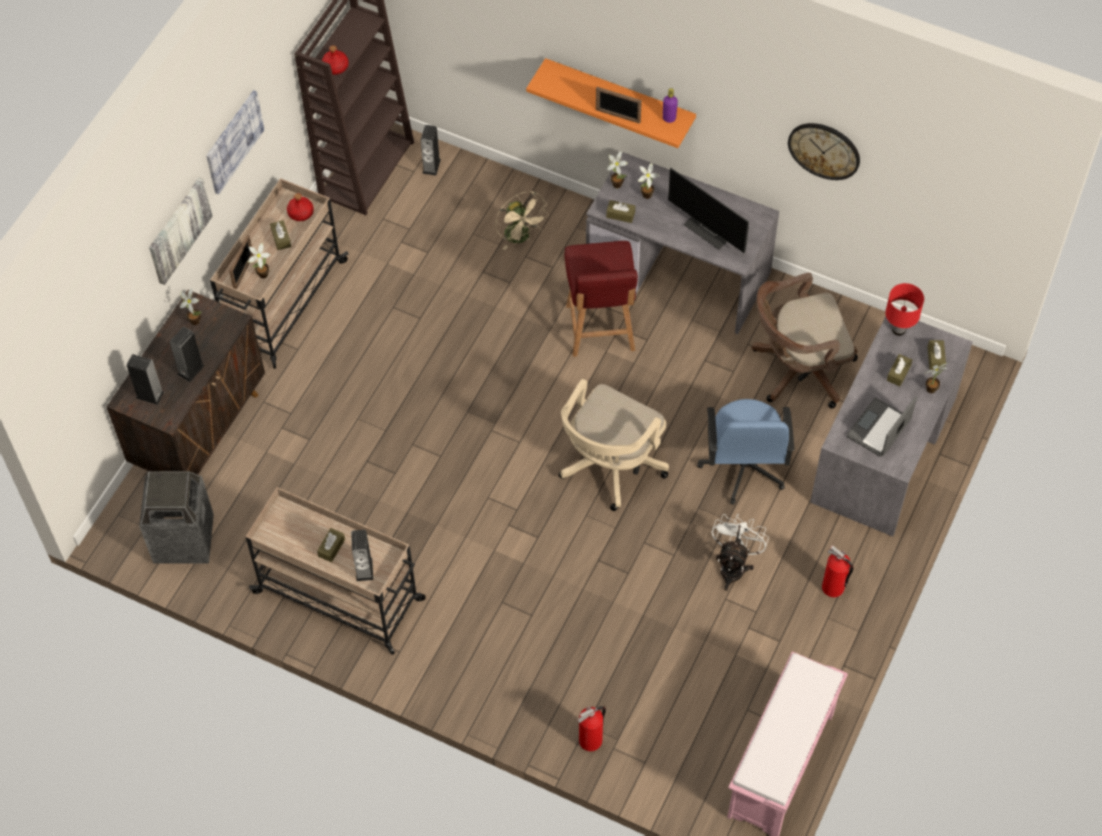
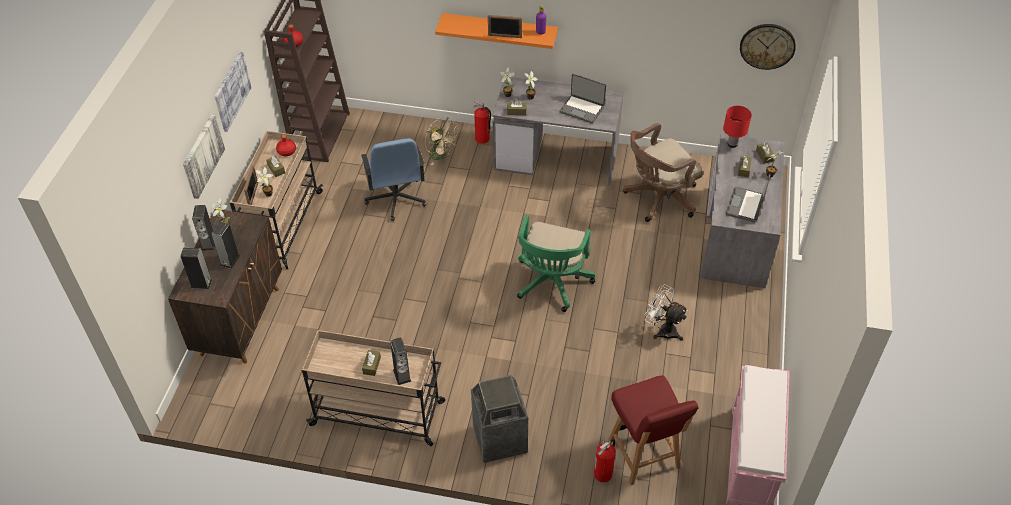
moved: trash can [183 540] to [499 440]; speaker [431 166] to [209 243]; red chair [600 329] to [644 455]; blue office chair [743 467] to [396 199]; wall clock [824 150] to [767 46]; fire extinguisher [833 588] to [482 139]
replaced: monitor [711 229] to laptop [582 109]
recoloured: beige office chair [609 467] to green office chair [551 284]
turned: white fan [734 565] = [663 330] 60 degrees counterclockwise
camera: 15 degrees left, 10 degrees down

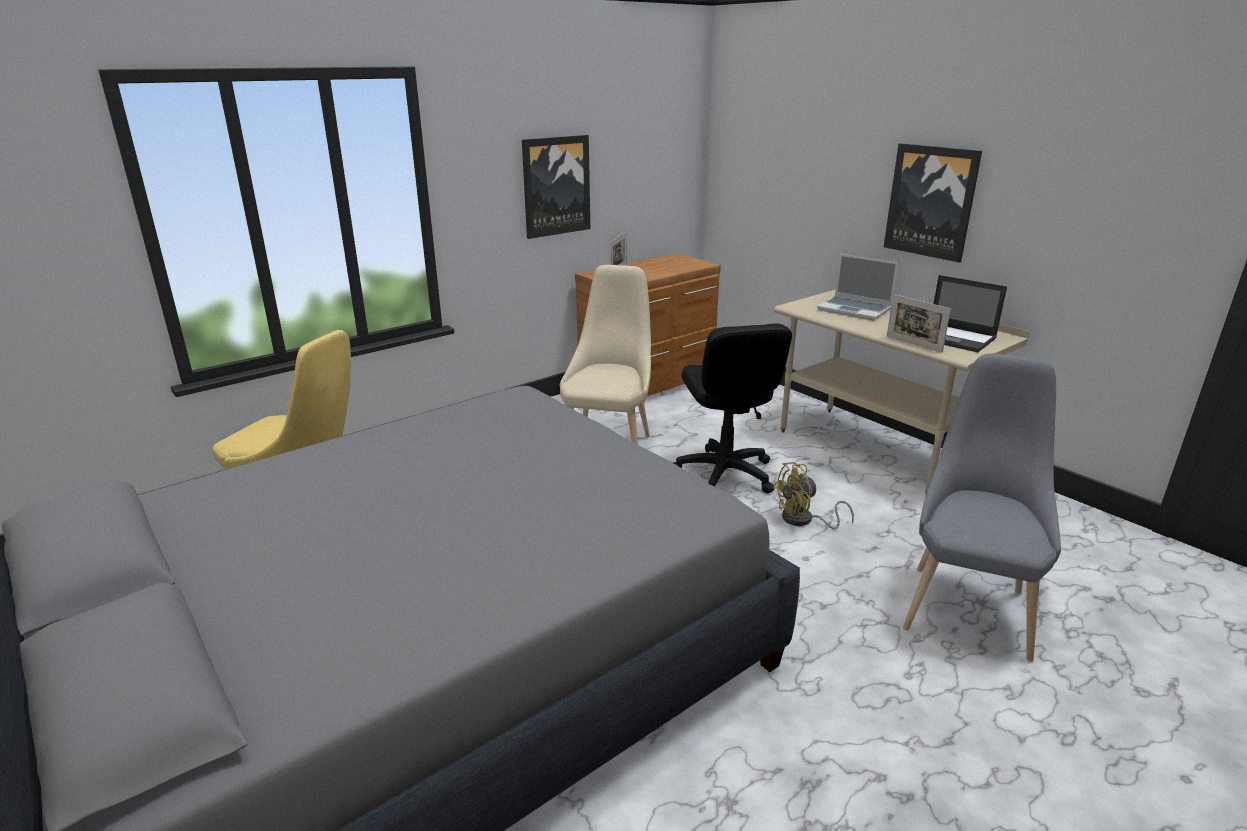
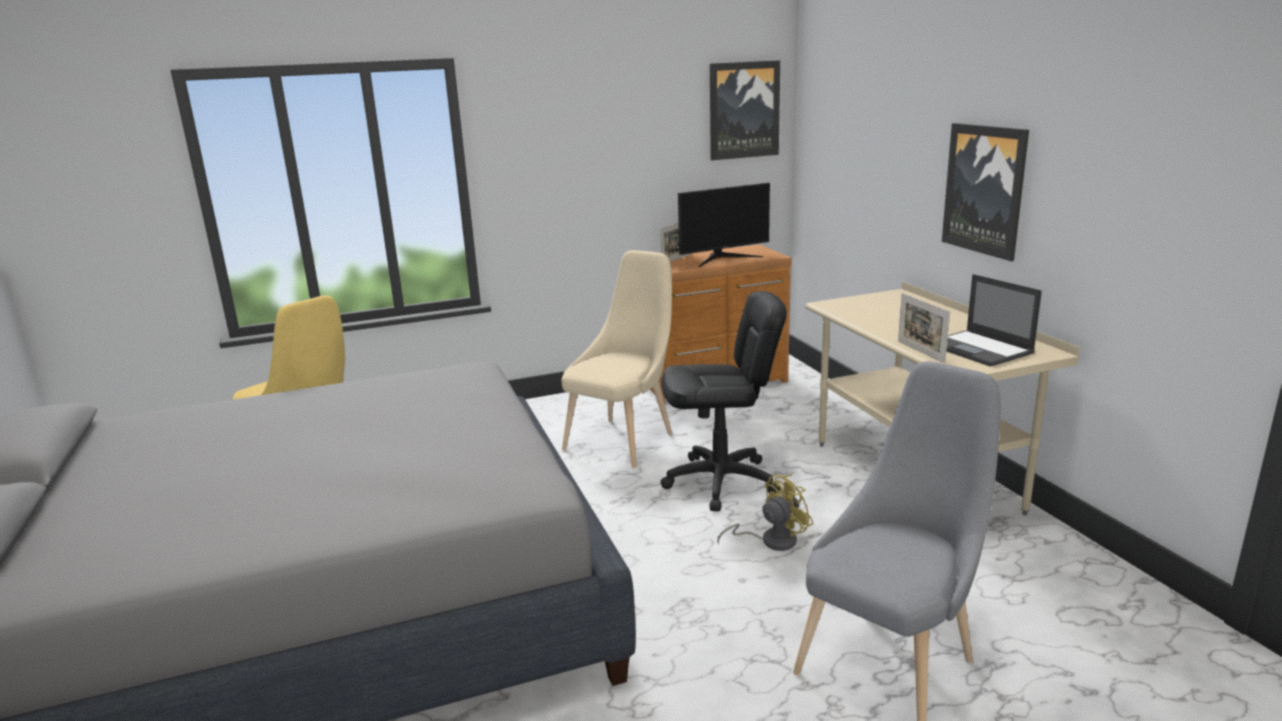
removed: laptop [855 310]
added: monitor [723 258]
moved: picture [556 186] to [744 110]
turned: black office chair [724 474] = [721 482] 105 degrees counterclockwise; yellow fan [803 520] = [771 541] 150 degrees clockwise
camera: 20 degrees right, 5 degrees down

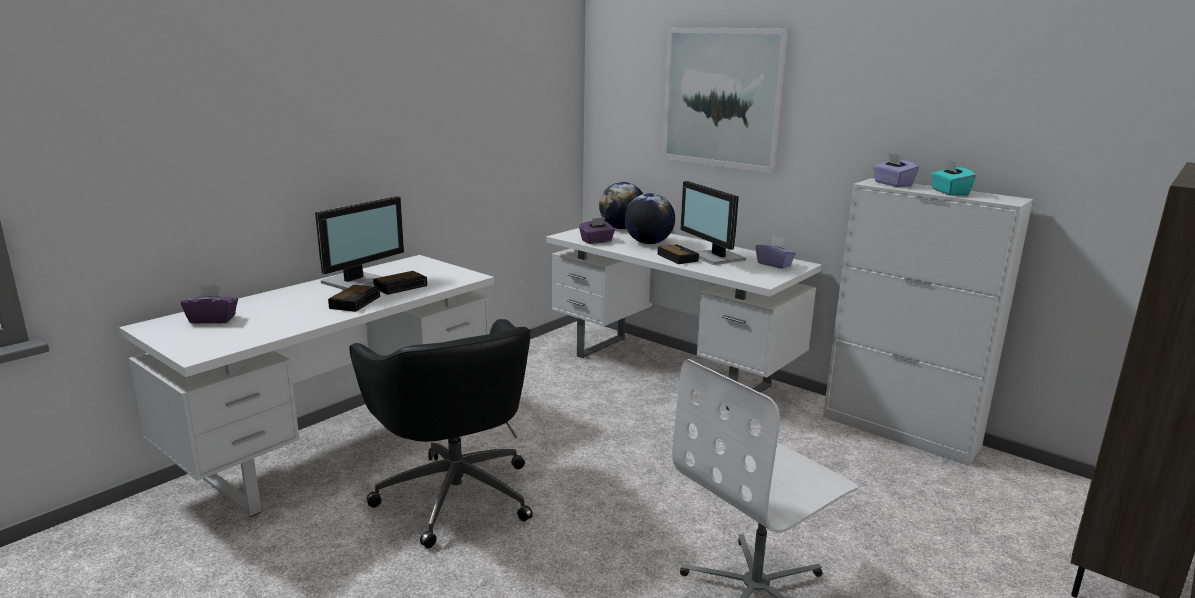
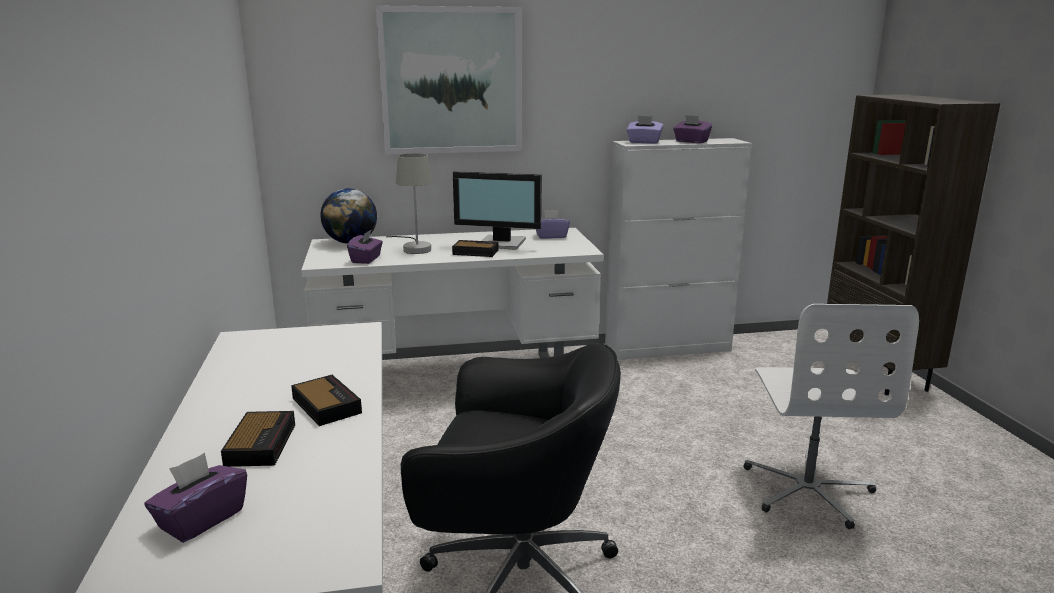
removed: monitor [356 282]
moved: alarm clock [401 286] to [261 443]
replaced: globe [648 243] to grey table lamp [415 248]
recoloured: turquoise tissue box [949 192] to purple tissue box [691 141]
camera: 50 degrees left, 0 degrees up

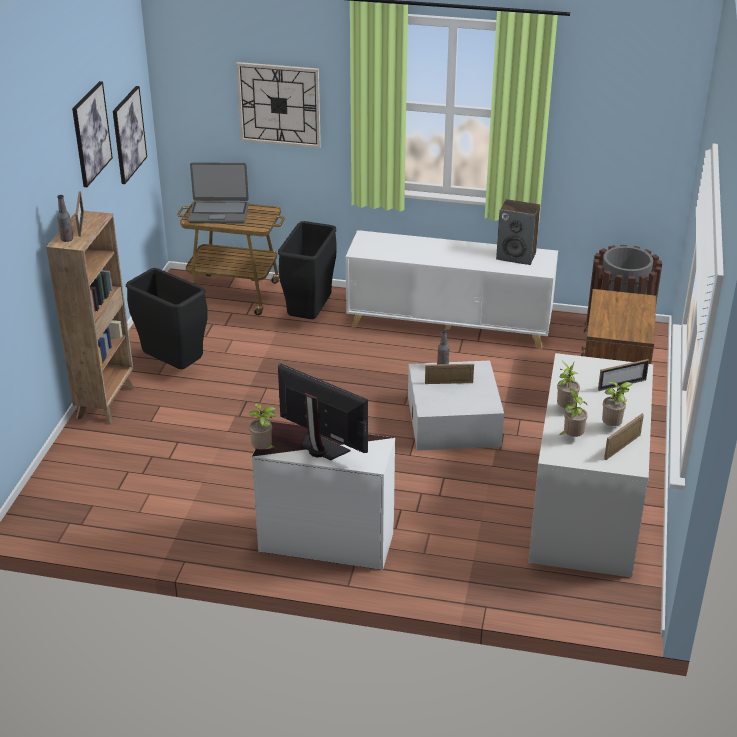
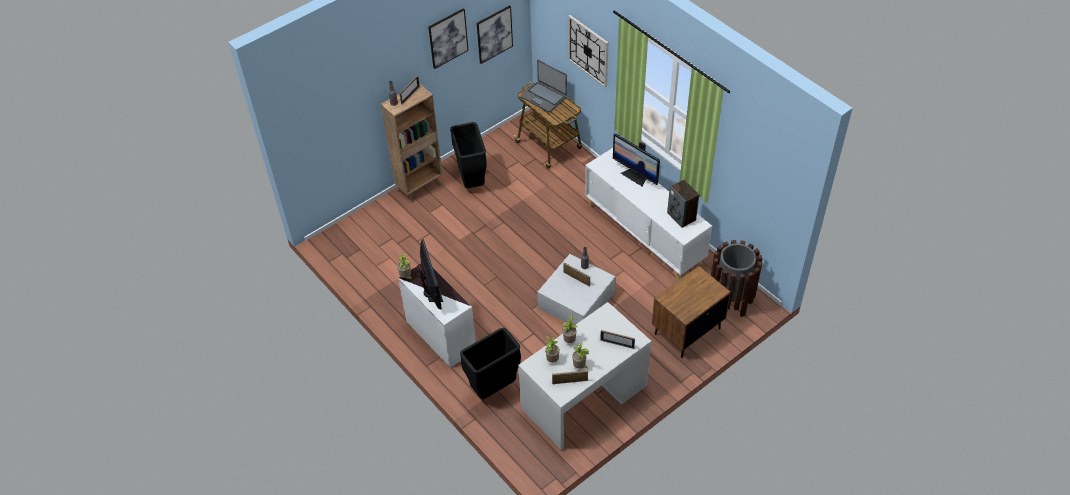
added: monitor [635 176]
moved: black trash can [310 316] to [494 389]
camera: 40 degrees right, 15 degrees up

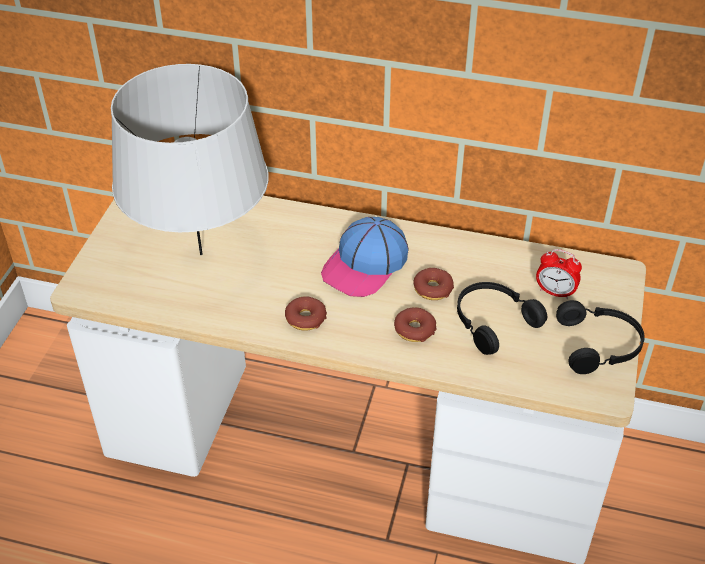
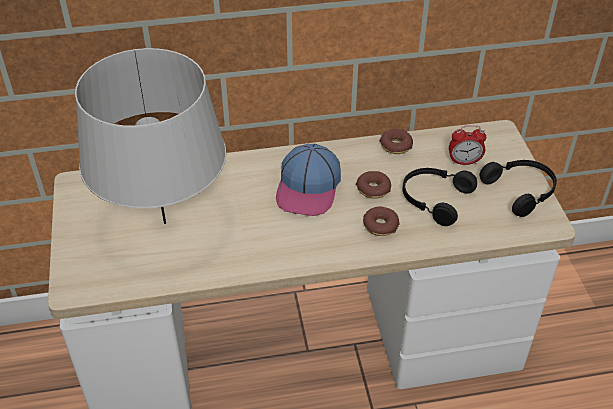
moved: donut [305 318] to [396 146]
camera: 25 degrees left, 0 degrees up

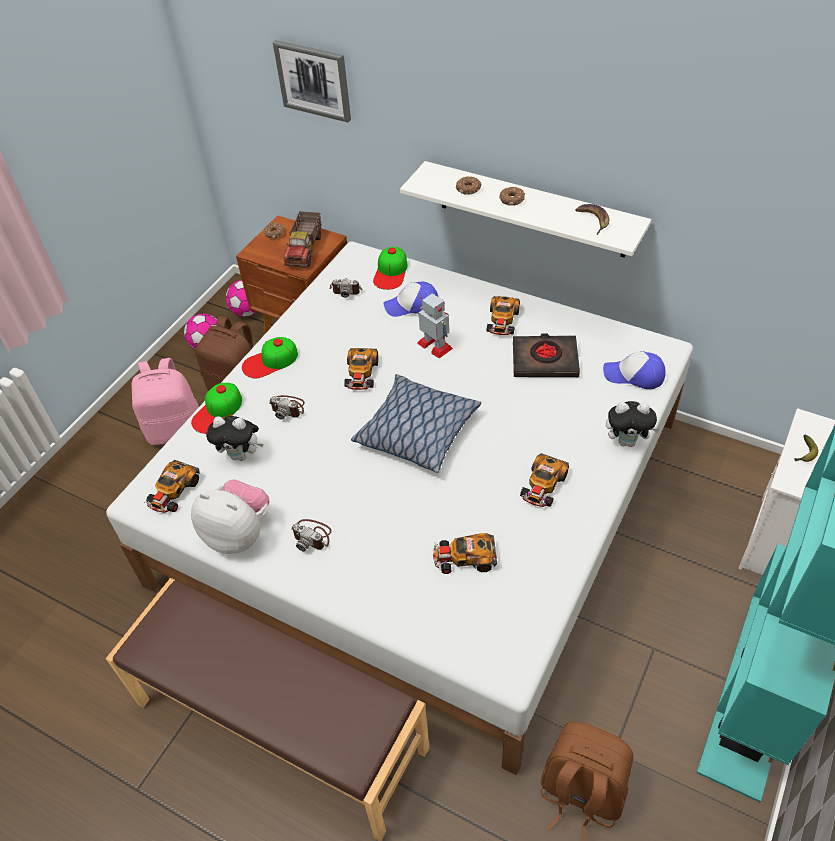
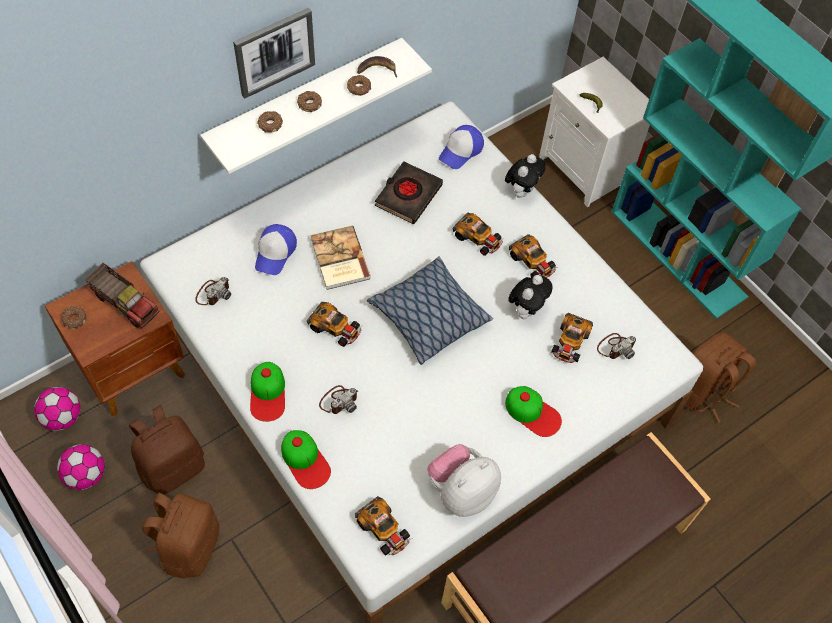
added: donut [359 88]
moved: plush toy [241 455] to [526 309]; picture [314 80] to [274 52]; photo camera [312 536] to [615 347]; cap [391 272] to [533 412]; toy car [502 321] to [478 238]
replaced: toy robot [435 346] to book [339 259]
recoloured: pink backpack [175 429] to brown backpack [189 546]
camera: 70 degrees left, 10 degrees up

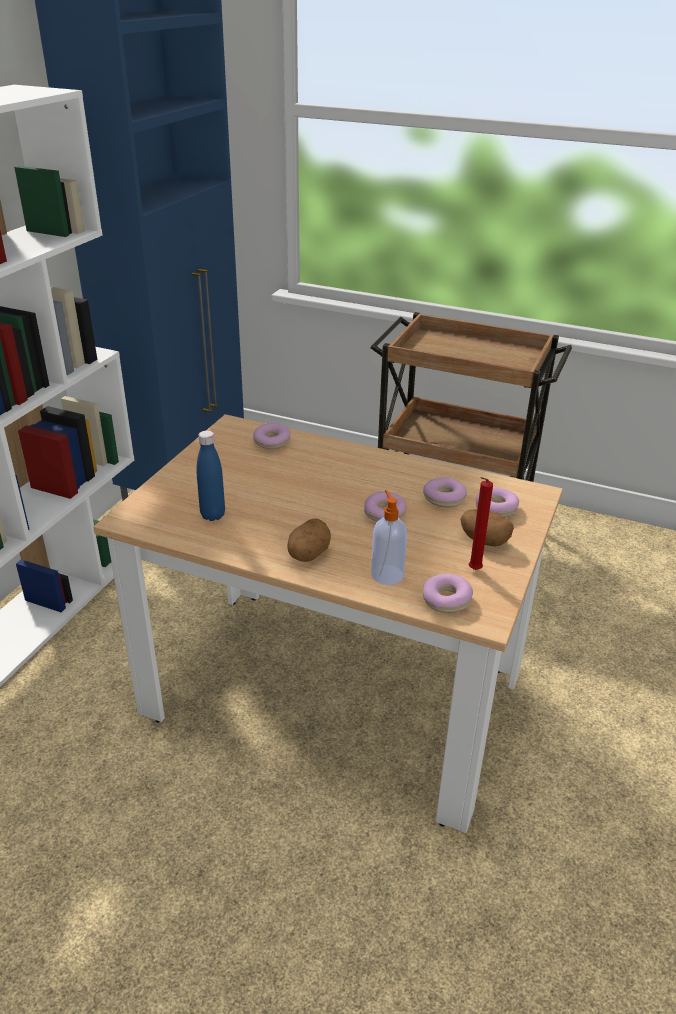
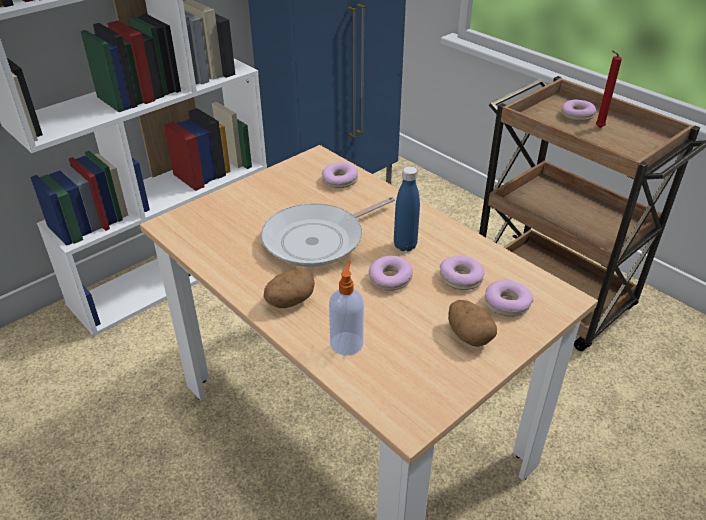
added: frying pan [318 240]
moved: blue bottle [213 515] to [405 245]; donut [446 600] to [577 115]; red candle [473 570] to [598 128]
camera: 25 degrees right, 5 degrees up

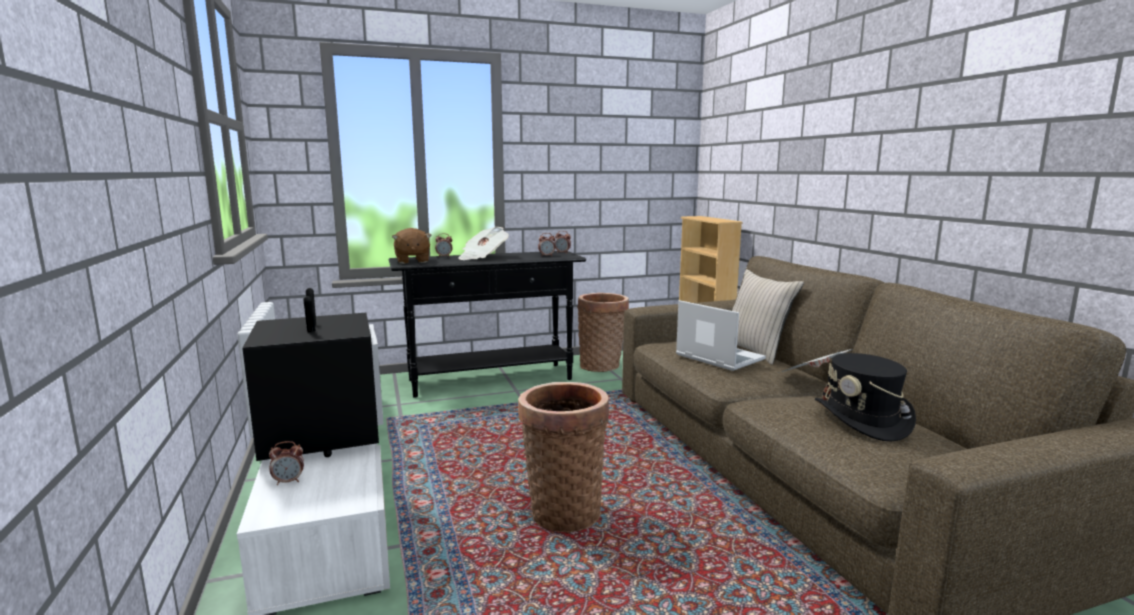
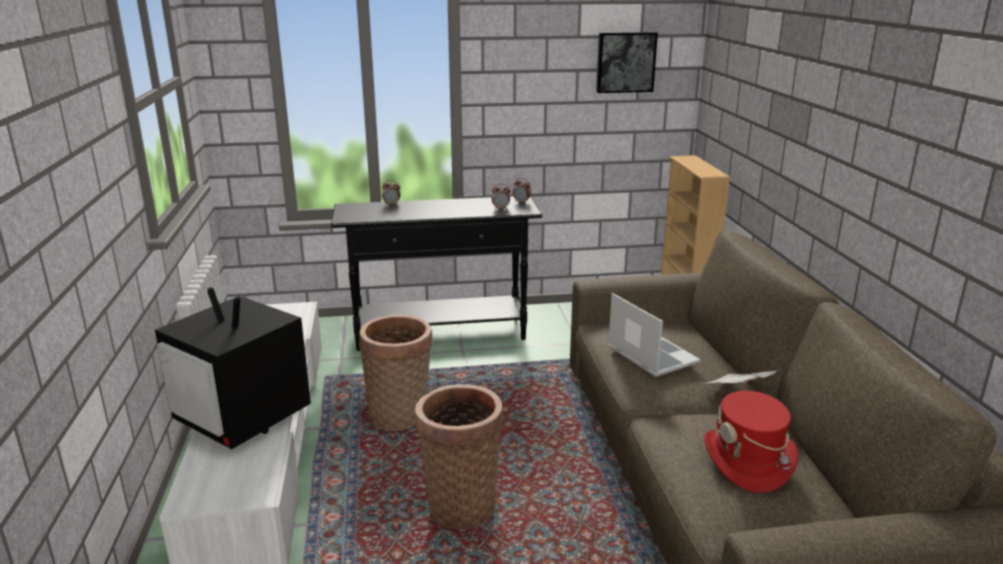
removed: alarm clock [289 481]; brown plush toy [412 261]; newspaper [482 257]; beige pillow [755 350]
added: picture [625 62]
moved: basket [602 365] to [400 416]
recoloured: black hat [862 420] to red hat [748 461]
turned: television [322 437] = [244 418] 135 degrees clockwise
camera: 10 degrees right, 10 degrees up

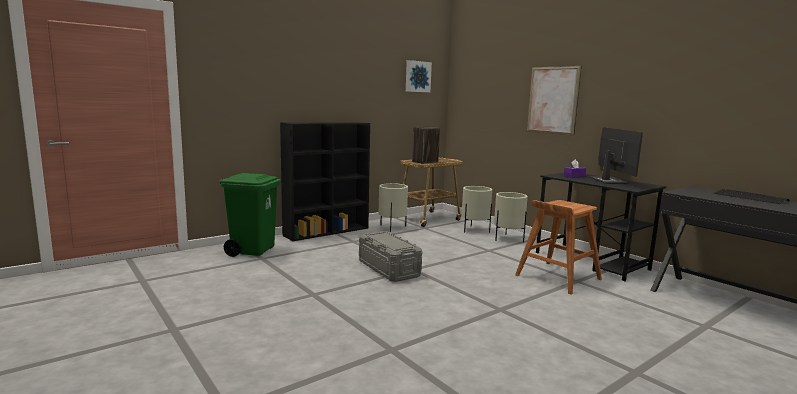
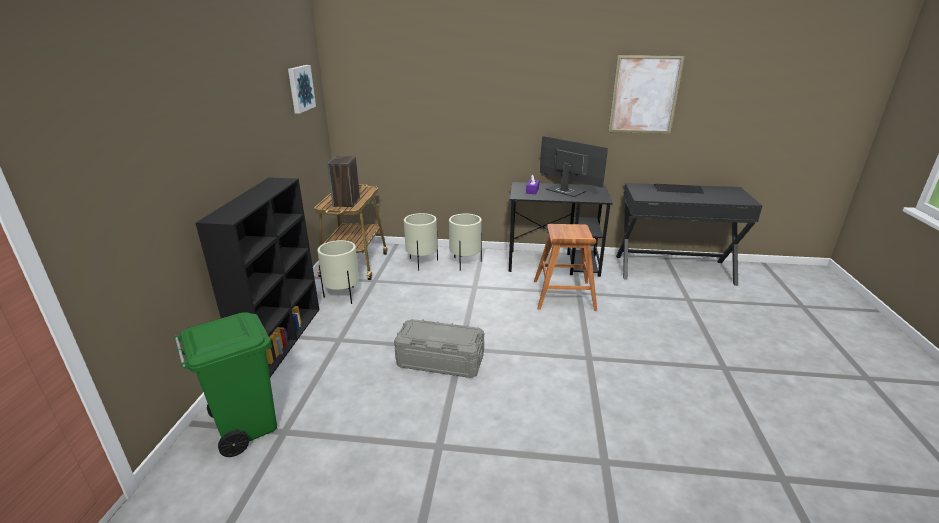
moved: picture [552 100] to [644 95]
camera: 45 degrees left, 15 degrees up

